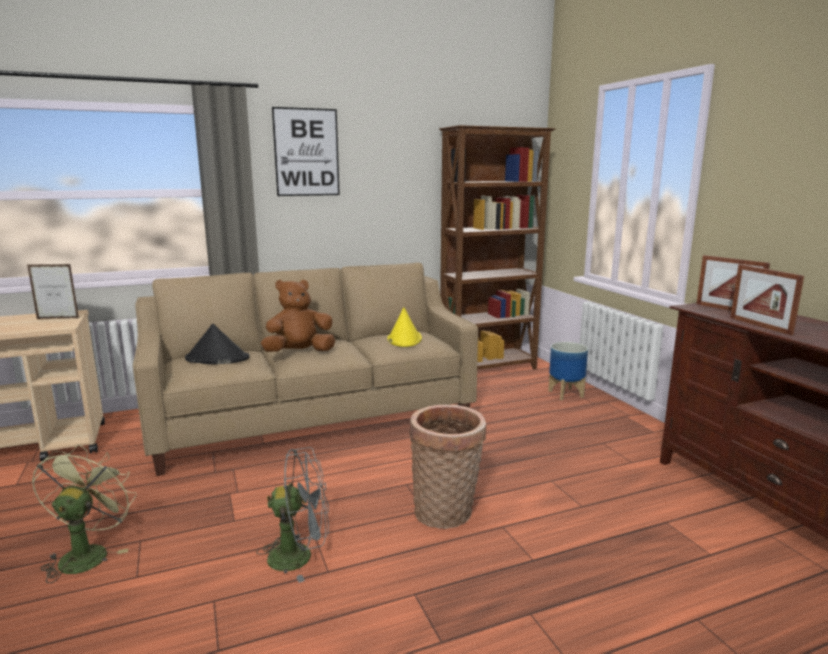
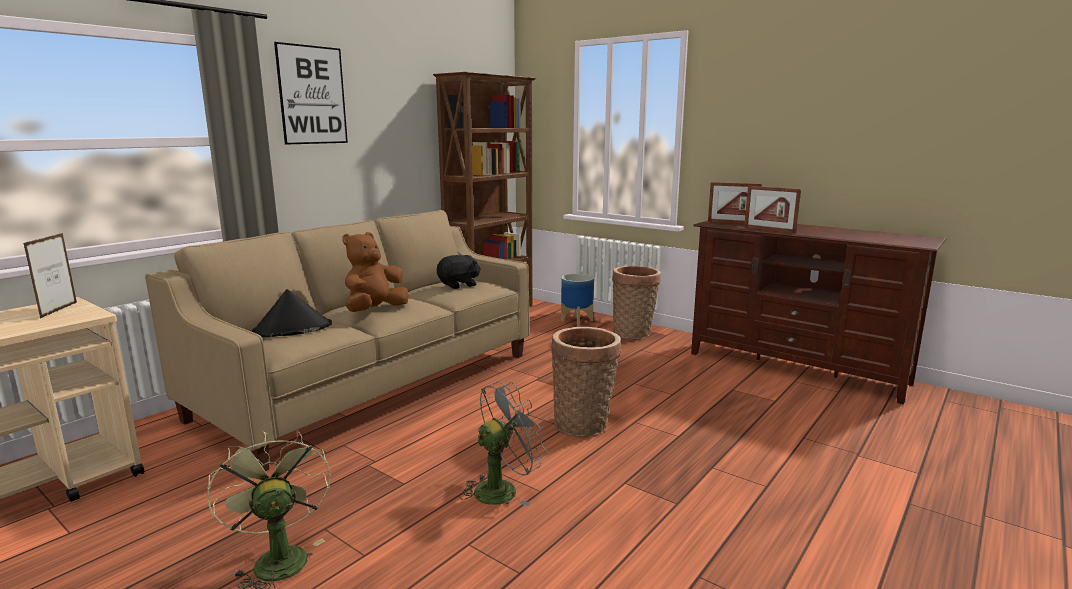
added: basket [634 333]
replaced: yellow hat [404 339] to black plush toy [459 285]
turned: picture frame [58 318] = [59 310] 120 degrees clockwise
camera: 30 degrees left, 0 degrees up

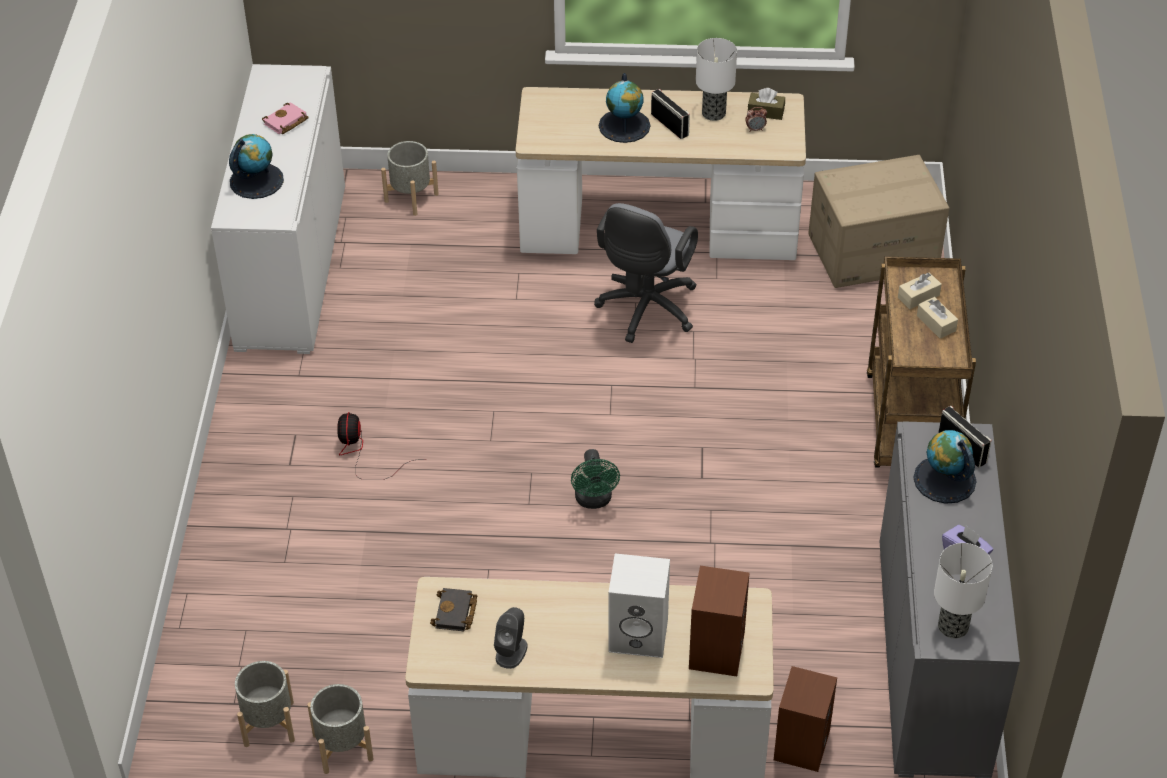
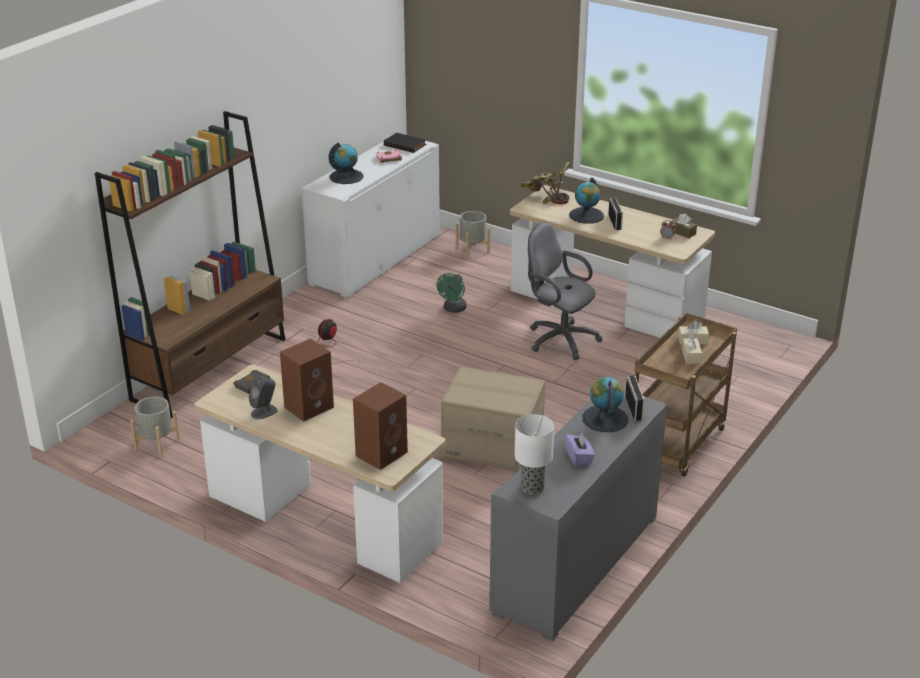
removed: grey planter [343 747]; white speaker [640 634]; table lamp [713 114]
added: brown bookcase [210 369]; black book [405 145]; potted plant [546 197]
moved: green fan [594 500] to [453 309]; brown speaker [800 743] to [309 406]; cardboard box [873 251] to [493 445]
turned: grey office chair [645 311] = [559 339] 75 degrees clockwise
camera: 30 degrees right, 15 degrees down

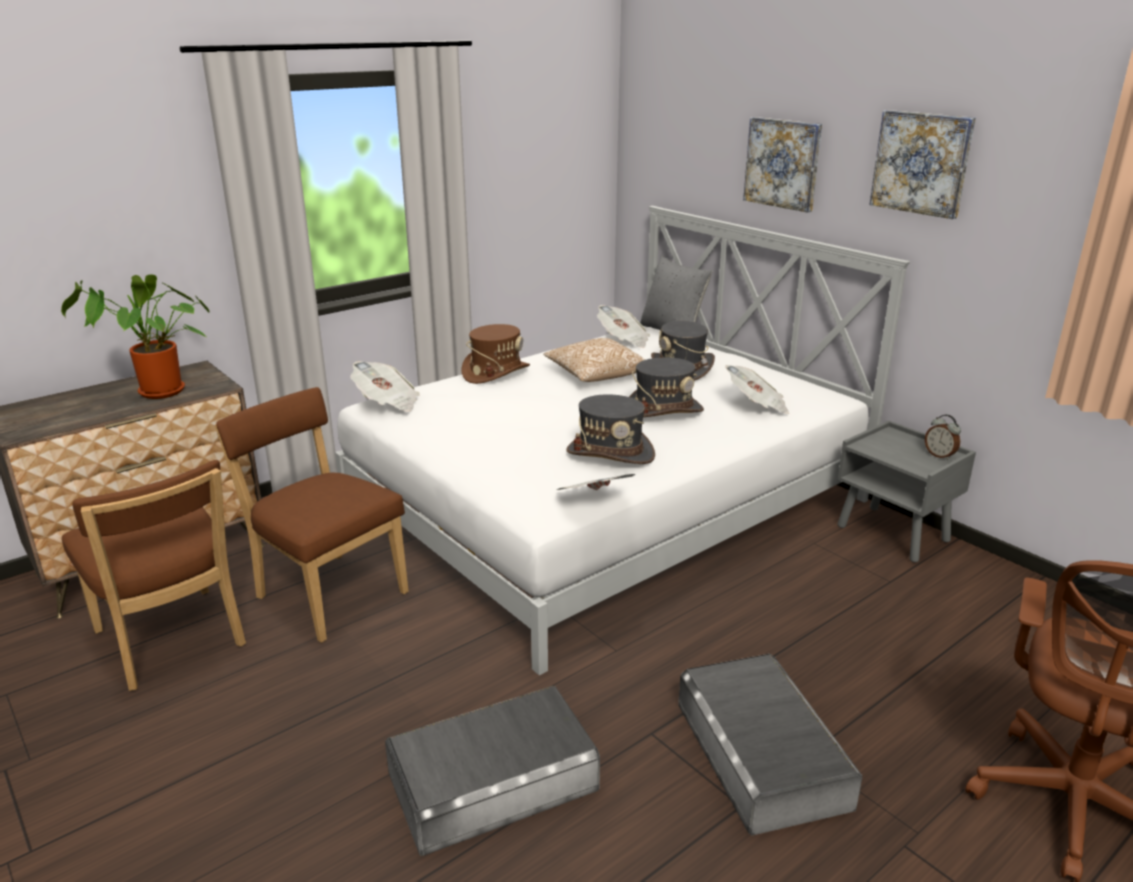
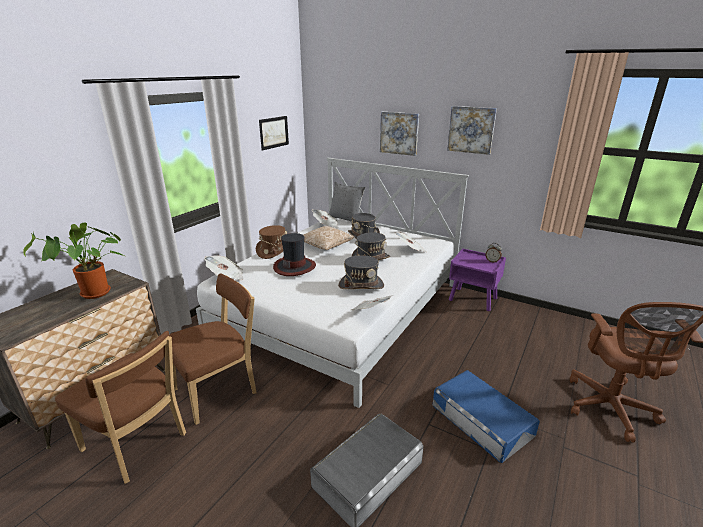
added: picture [274 132]; hat [294 267]
recoloured: grey storage box [761 753] to blue storage box [482 420]; grey nightstand [894 534] to purple nightstand [473 299]
turned: brown chair [327 593] = [219 390] 120 degrees clockwise
camera: 20 degrees left, 0 degrees up

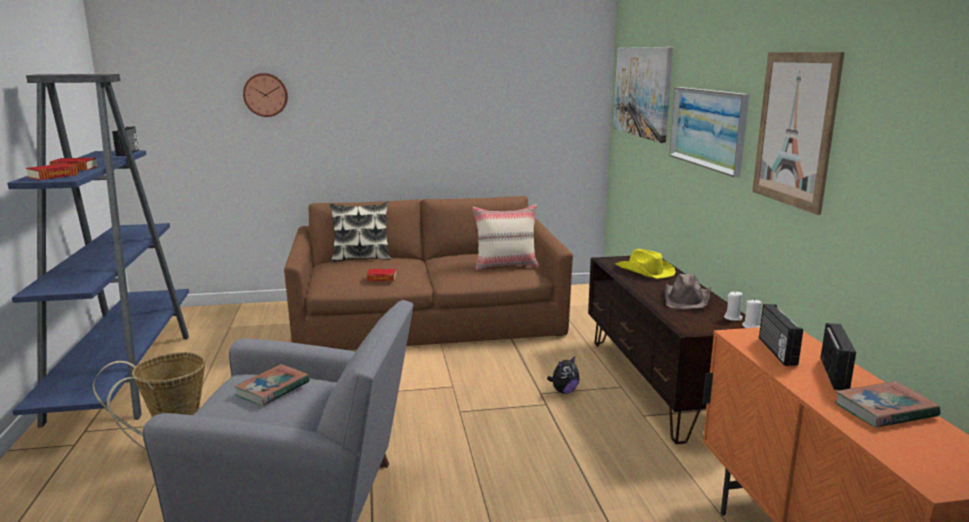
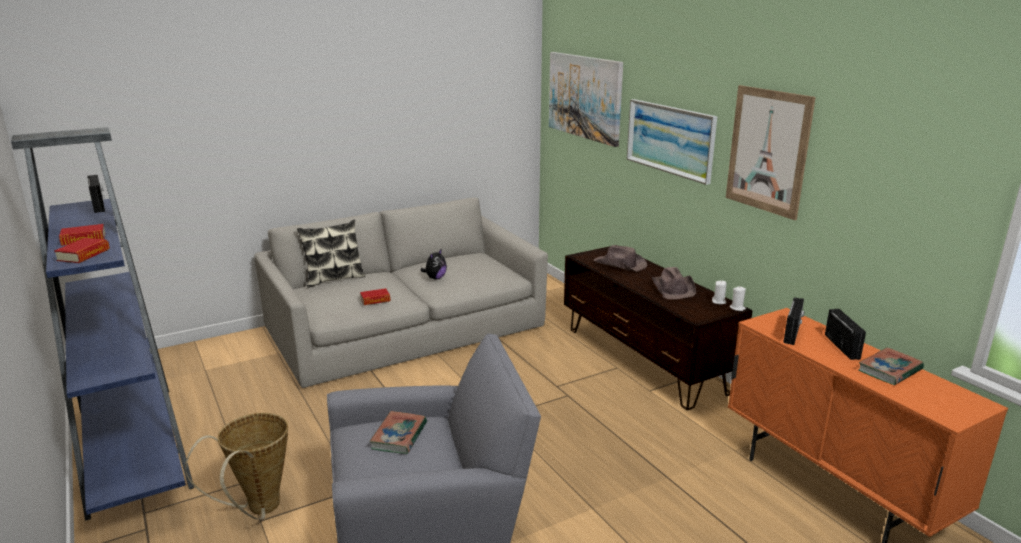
removed: wall clock [265 95]; beige pillow [506 266]
moved: plush toy [564 391] to [435 278]
recoloured: brown sofa [429 318] to grey sofa [406 328]; yellow hat [644 271] to brown hat [620 264]
turned: radio [776 351] = [793 333] 135 degrees counterclockwise
camera: 20 degrees left, 5 degrees up

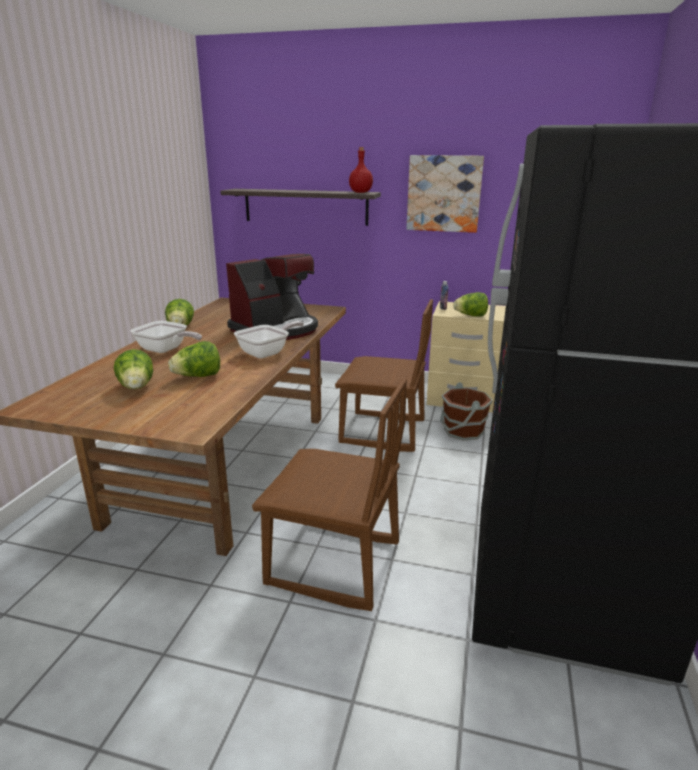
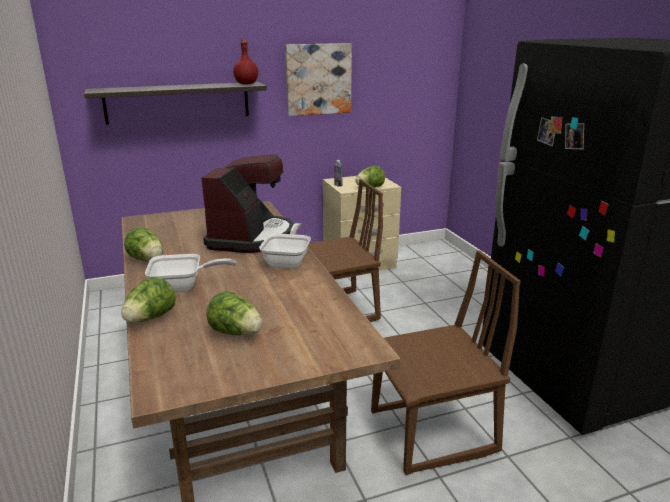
removed: brown bucket [462 431]
moved: lettuce [198 376] to [150 318]
camera: 35 degrees left, 0 degrees up

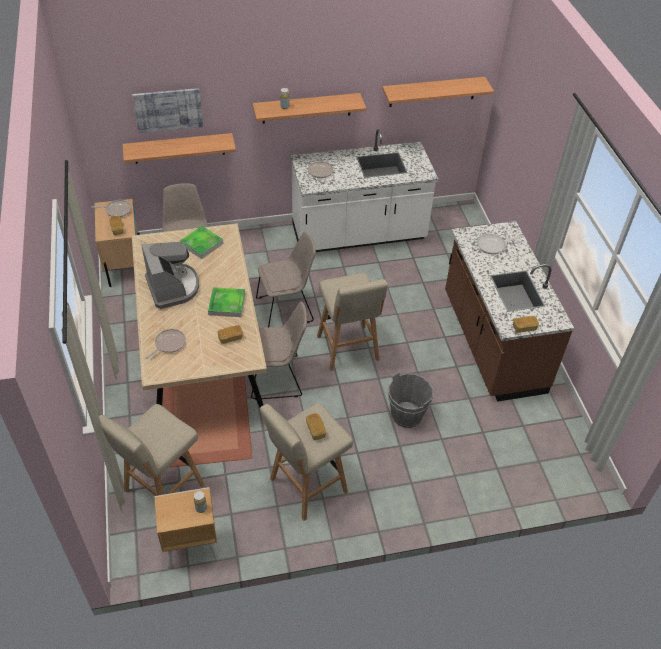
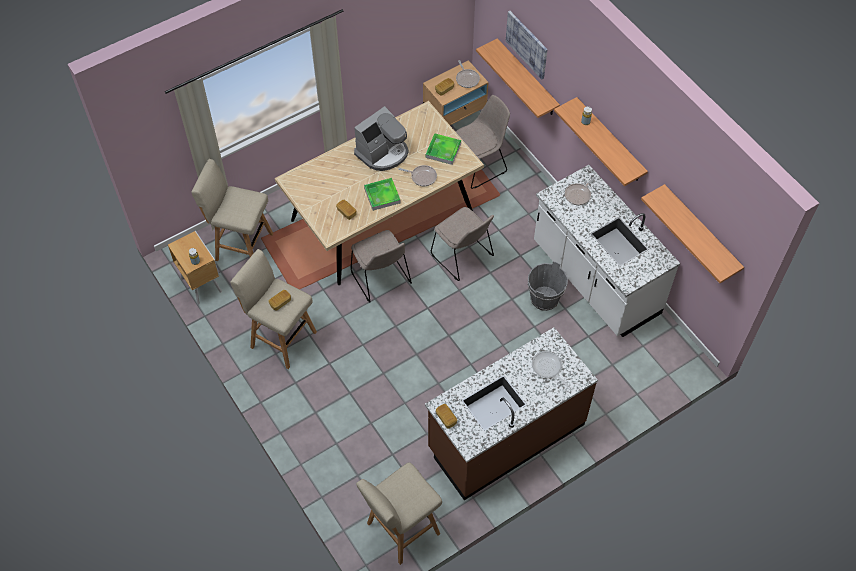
moved: frying pan [168 344] to [422 177]; beige stool [348 350] to [401 530]; grey bucket [406 415] to [544 298]
camera: 70 degrees right, 10 degrees up

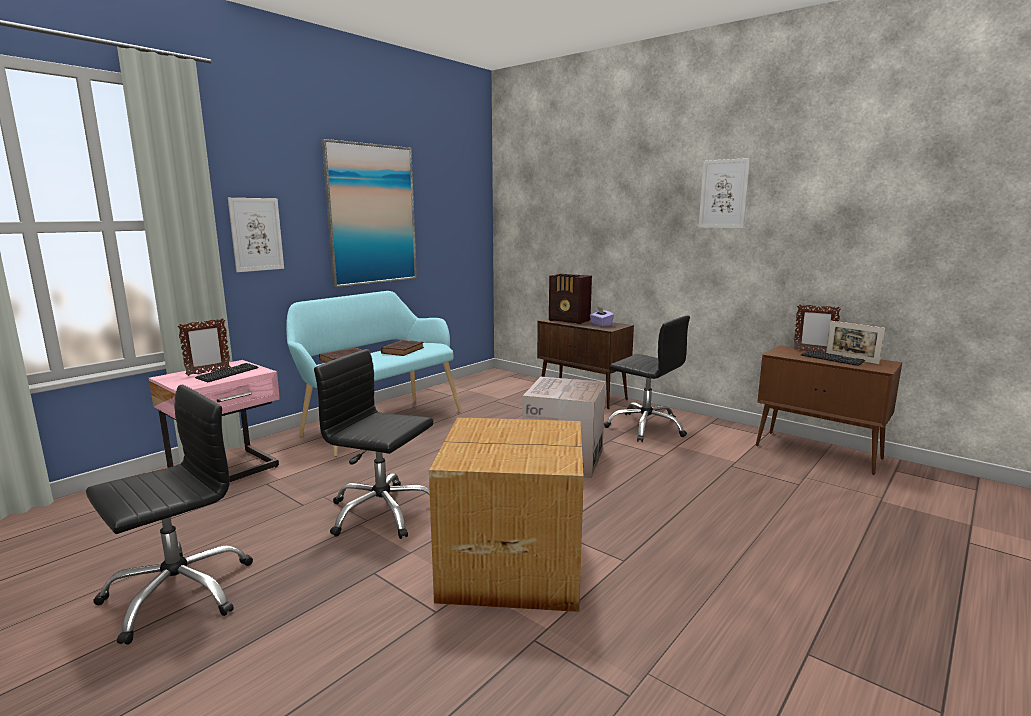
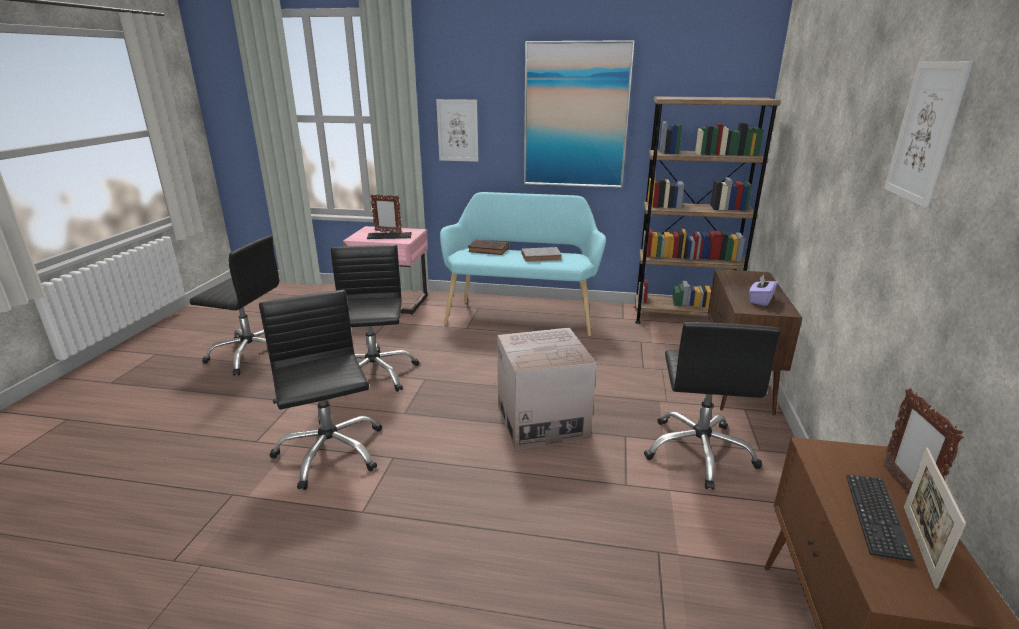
removed: radio [569 321]
added: brown bookcase [683 318]
replaced: cardboard box [510 563] to black office chair [330 451]
recoloured: brown book [403 350] to grey book [542 257]
camera: 60 degrees right, 10 degrees up

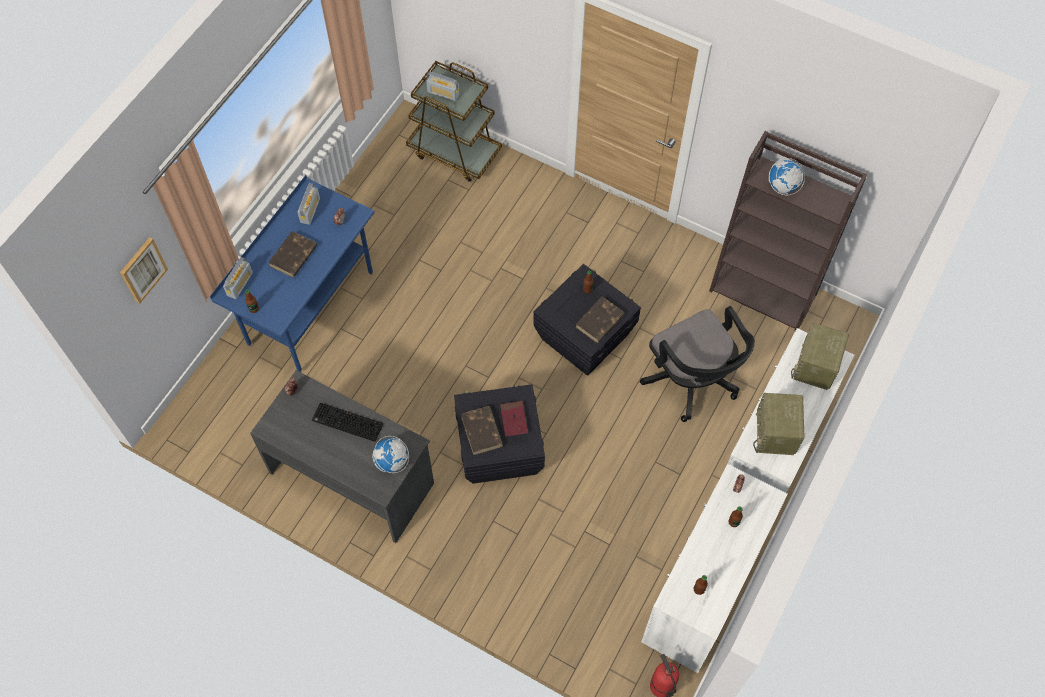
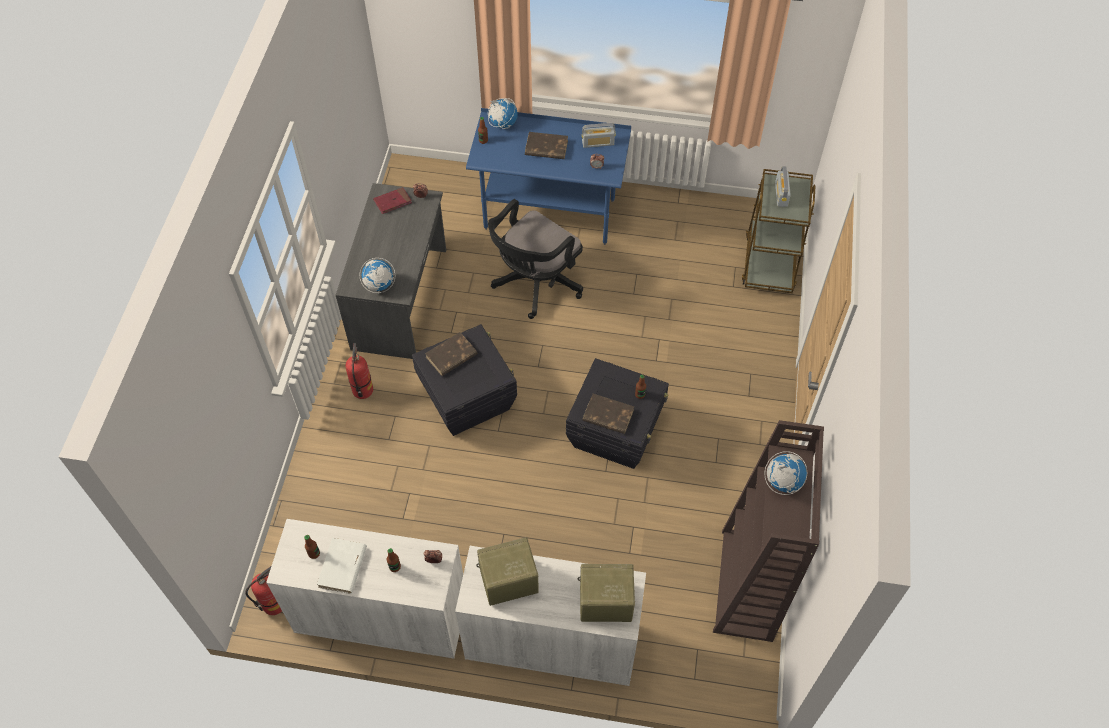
removed: picture [142 269]; keyboard [346 423]
added: white book [342 567]; fire extinguisher [362 390]
moved: red book [514 419] to [392 202]; black office chair [692 382] to [534 284]
replaced: radio [240 284] to globe [503 124]
camera: 70 degrees right, 5 degrees down

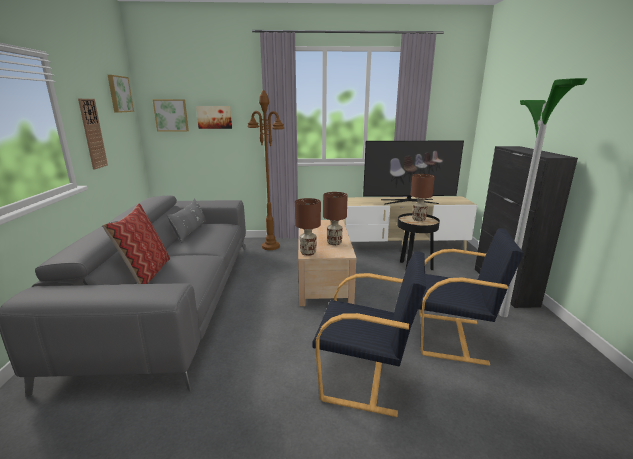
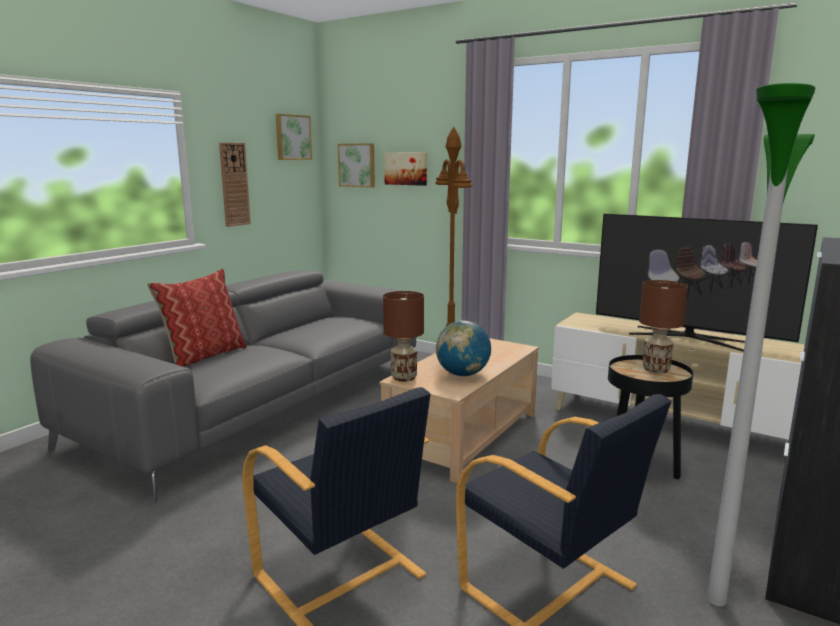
removed: grey pillow [190 231]
replaced: brown table lamp [334 243] to globe [462 374]
camera: 35 degrees right, 5 degrees down

